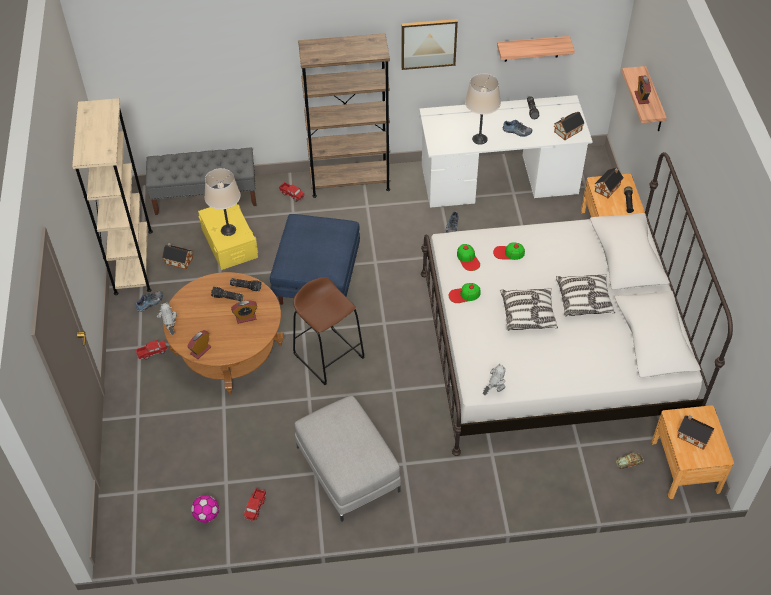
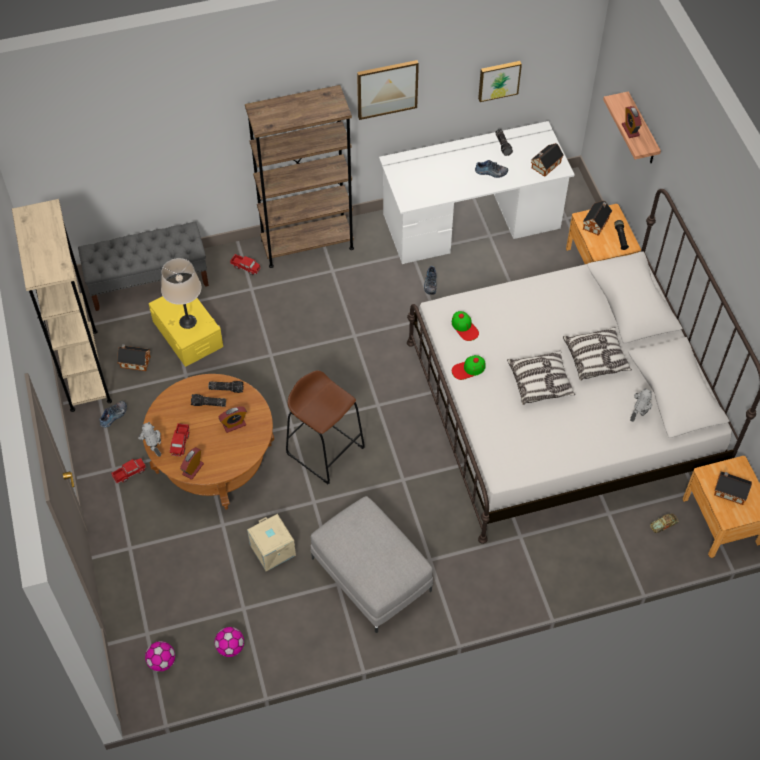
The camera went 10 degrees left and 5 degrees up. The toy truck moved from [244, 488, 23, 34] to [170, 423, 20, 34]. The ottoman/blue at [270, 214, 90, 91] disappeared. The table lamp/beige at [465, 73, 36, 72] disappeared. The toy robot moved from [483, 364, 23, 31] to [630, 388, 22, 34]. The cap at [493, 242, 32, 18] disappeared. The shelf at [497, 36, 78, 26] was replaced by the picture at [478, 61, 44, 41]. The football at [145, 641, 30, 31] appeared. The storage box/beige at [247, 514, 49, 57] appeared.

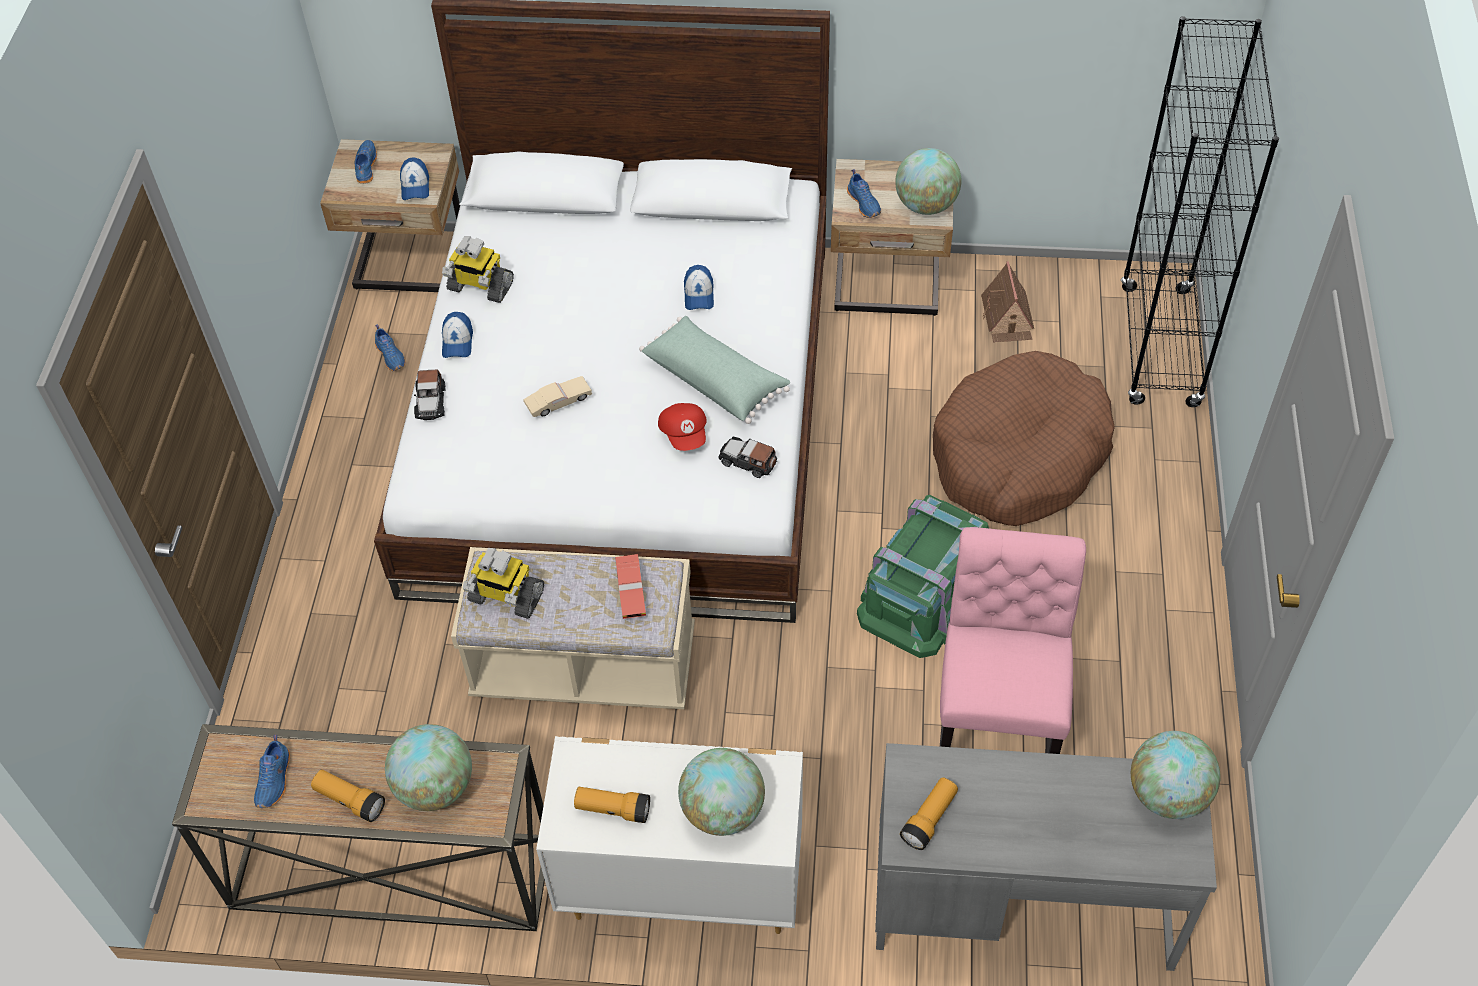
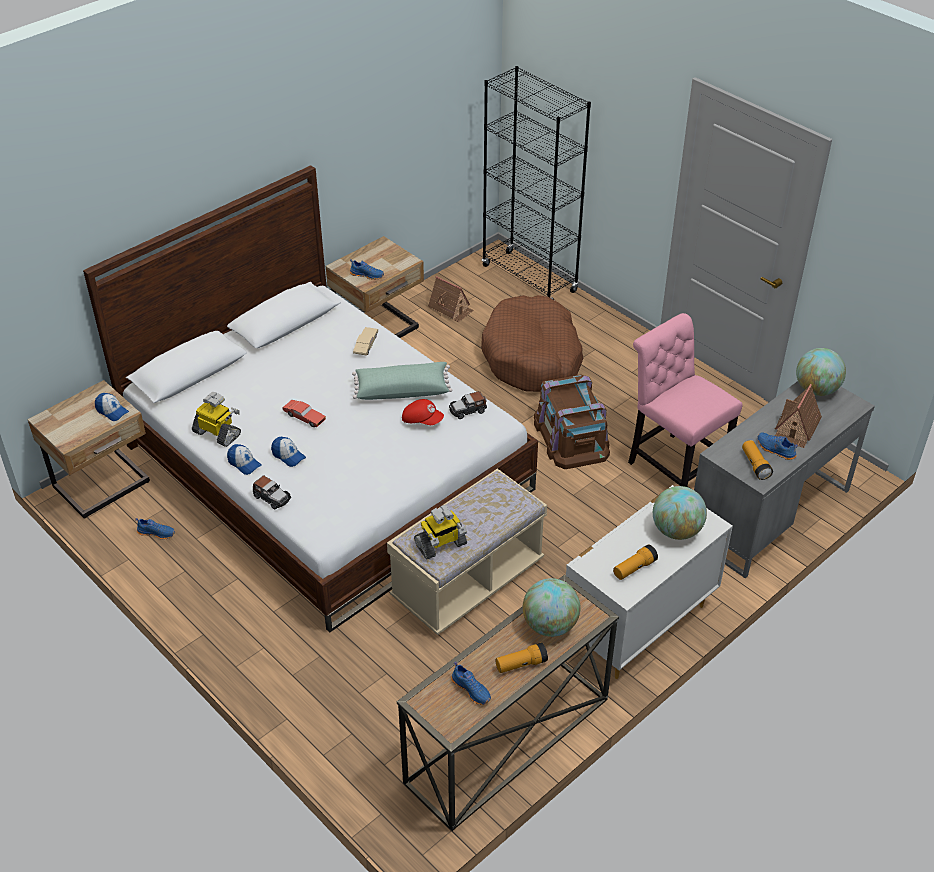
The camera went 50 degrees left and 10 degrees down. The shoe/blue moved from [355, 140, 22, 44] to [757, 432, 41, 28]. The toy robot at [442, 236, 72, 67] turned 120 degrees counterclockwise. The toy car/beige moved from [523, 376, 69, 41] to [353, 327, 25, 29]. The toy car/red moved from [615, 554, 31, 65] to [283, 400, 43, 27]. The cap moved from [684, 265, 30, 45] to [271, 437, 35, 30]. The storage box/green at [857, 495, 132, 163] became the storage box/brown at [534, 375, 76, 94]. The globe at [895, 148, 66, 67] disappeared. The toy house at [775, 384, 47, 64] appeared.

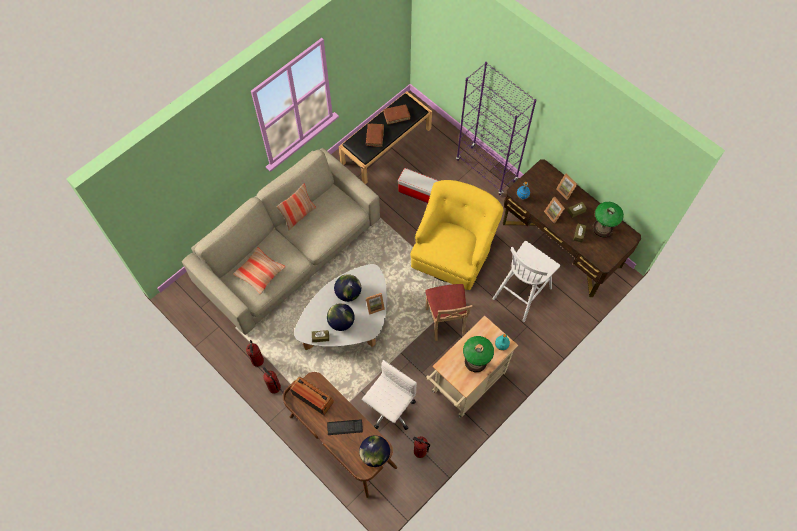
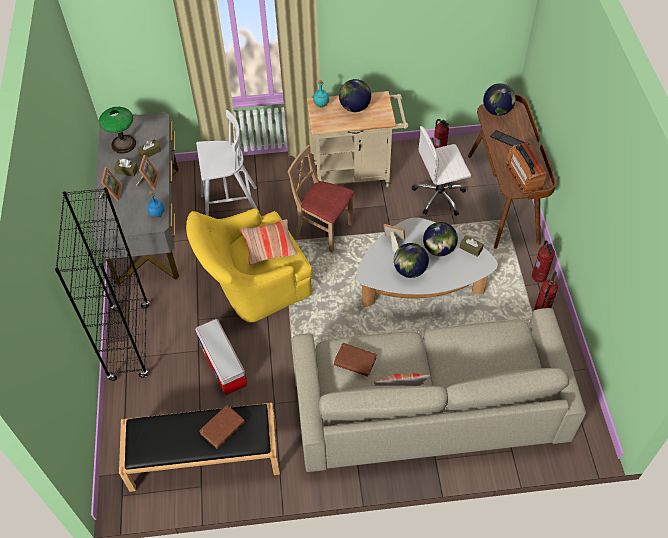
The camera went 140 degrees left and 10 degrees down. The pillow moved from [233, 247, 52, 48] to [240, 219, 57, 46]. The book/brown moved from [383, 104, 27, 21] to [334, 343, 42, 34]. The chair/beige at [425, 284, 48, 57] turned 90 degrees counterclockwise. The bookcase/purple at [456, 62, 81, 133] became the bookcase/black at [55, 187, 94, 194]. The table lamp at [463, 336, 31, 36] was replaced by the globe at [339, 79, 32, 33]. The desk/brown at [503, 159, 138, 138] became the desk/grey at [92, 113, 87, 172].

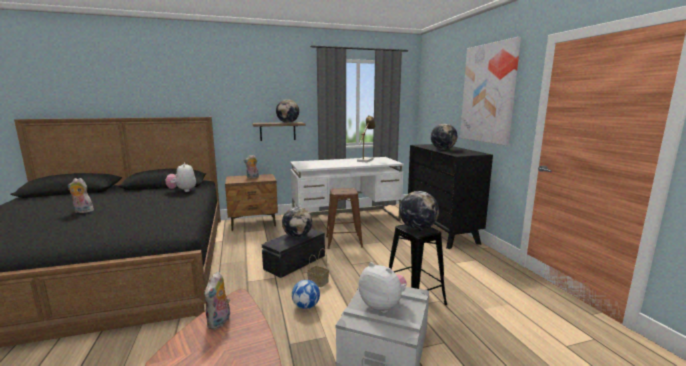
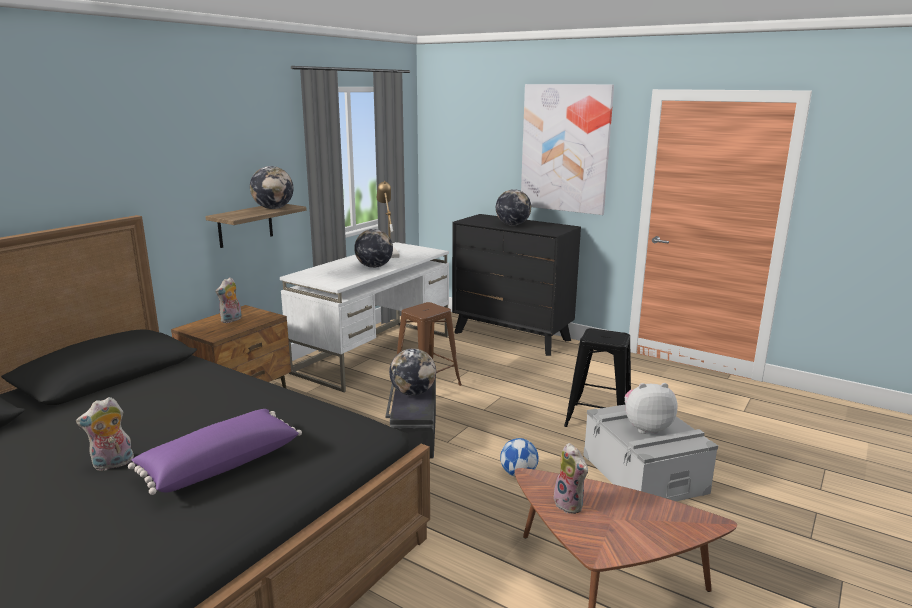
The camera went 40 degrees left and 5 degrees up. The plush toy at [165, 162, 31, 30] disappeared. The basket at [307, 248, 22, 40] disappeared. The globe moved from [399, 191, 40, 39] to [354, 229, 39, 39]. The pillow/purple at [128, 409, 174, 86] appeared.

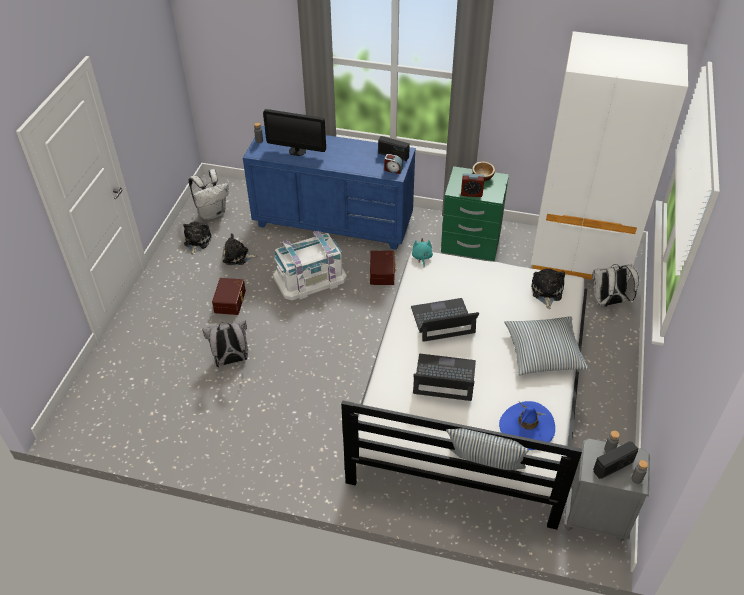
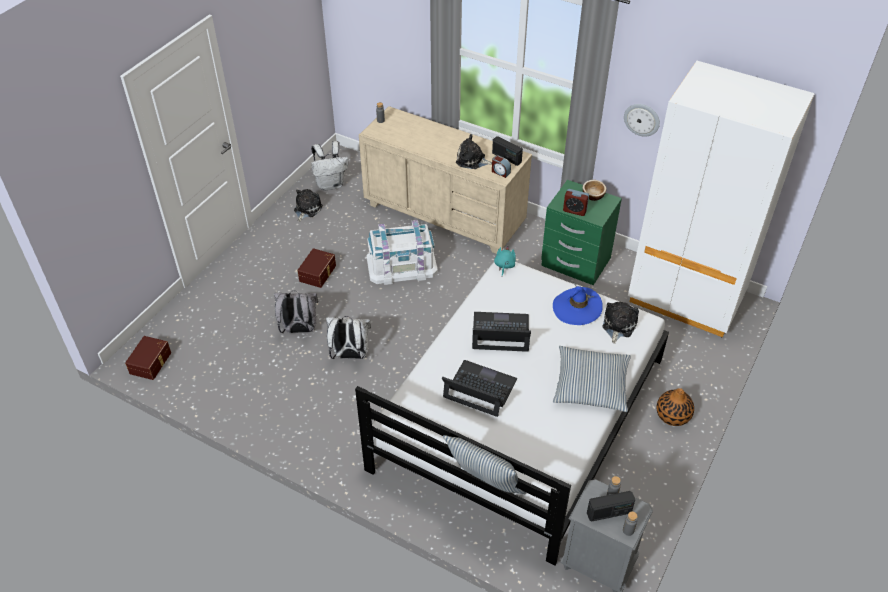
The camera went 15 degrees right and 0 degrees up. The plush toy moved from [223, 233, 35, 32] to [456, 134, 36, 35]. The dresser/blue at [243, 126, 173, 124] became the dresser/beige at [359, 106, 173, 148]. The monitor at [263, 109, 63, 47] disappeared. The storage box/brown moved from [370, 251, 27, 34] to [125, 336, 46, 44]. The hat/blue moved from [499, 401, 56, 49] to [553, 283, 50, 42]. The backpack/white moved from [592, 264, 47, 43] to [326, 316, 45, 43]. The wall clock at [624, 104, 36, 33] appeared. The vase at [656, 388, 38, 38] appeared.

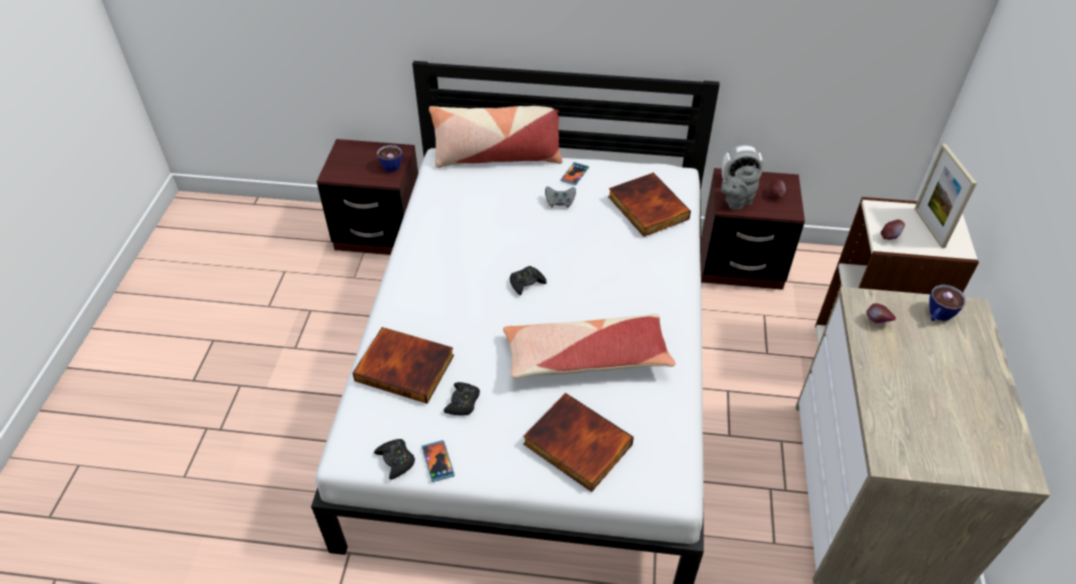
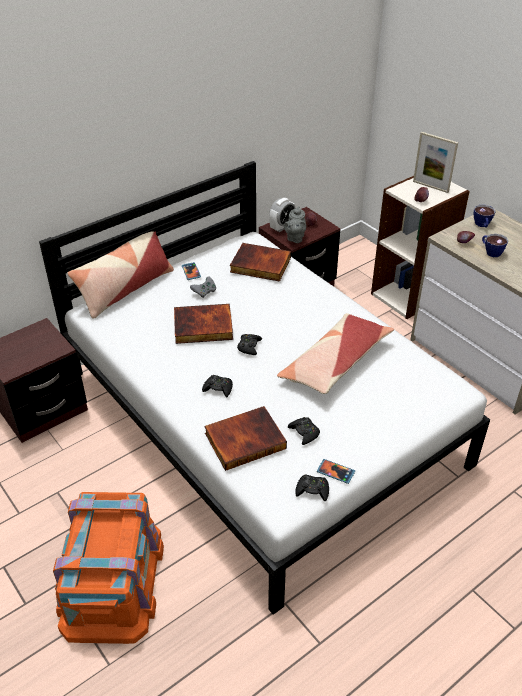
The camera went 45 degrees left and 5 degrees down. The cup moved from [377, 145, 25, 27] to [482, 234, 26, 23]. The book moved from [523, 393, 111, 99] to [174, 304, 59, 40]. The storage box/orange at [53, 492, 111, 152] appeared. The game controller/black at [202, 375, 31, 23] appeared.

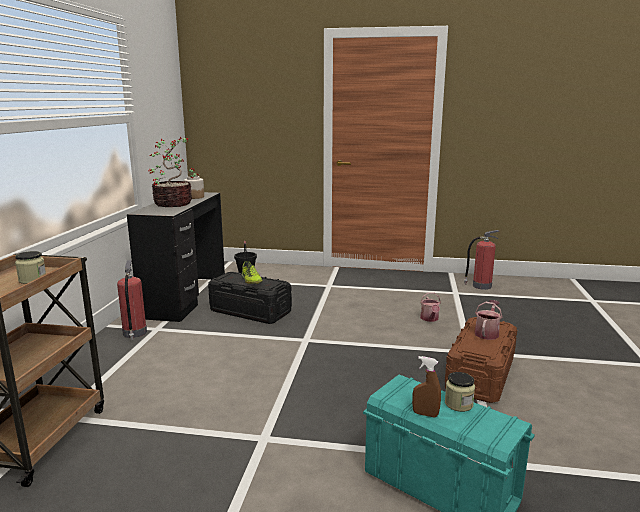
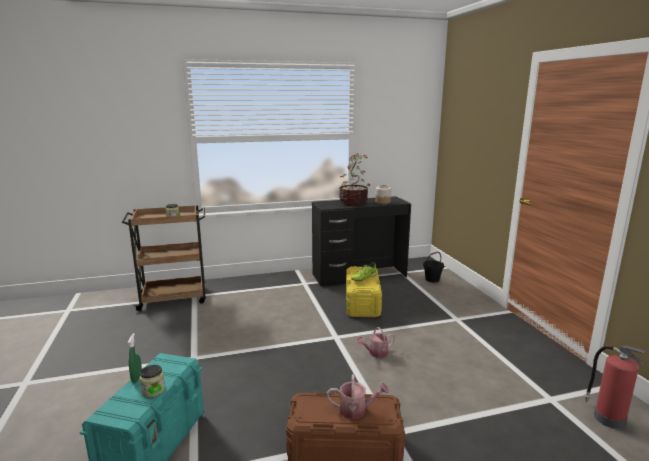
The camera went 65 degrees right and 0 degrees up. The fire extinguisher at [117, 260, 30, 80] disappeared. The storage box/black at [208, 272, 84, 52] became the storage box/yellow at [346, 266, 36, 51]. The spray bottle/brown at [412, 356, 29, 62] became the spray bottle/green at [128, 333, 14, 50]. The watering can moved from [420, 293, 21, 29] to [357, 327, 38, 31].

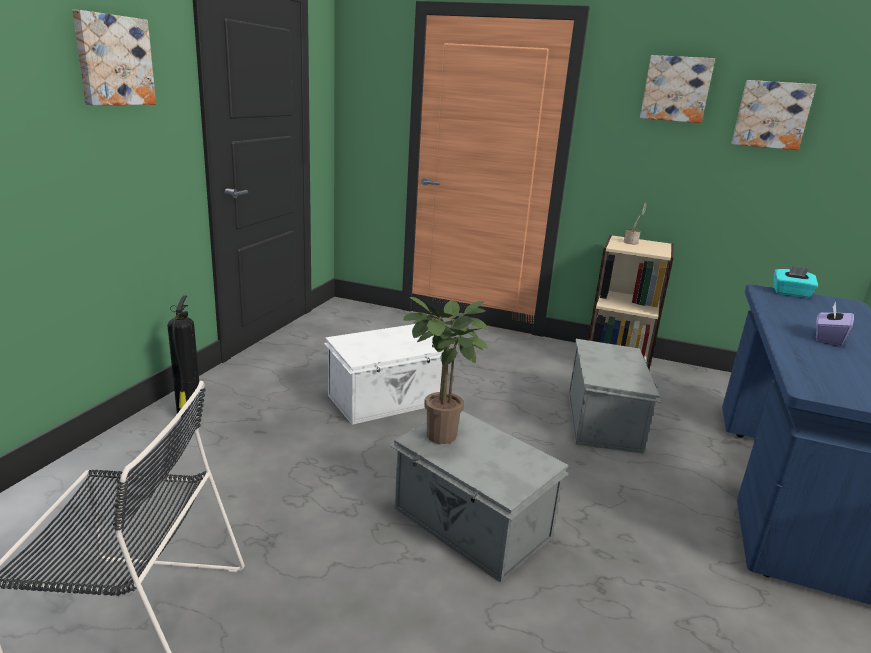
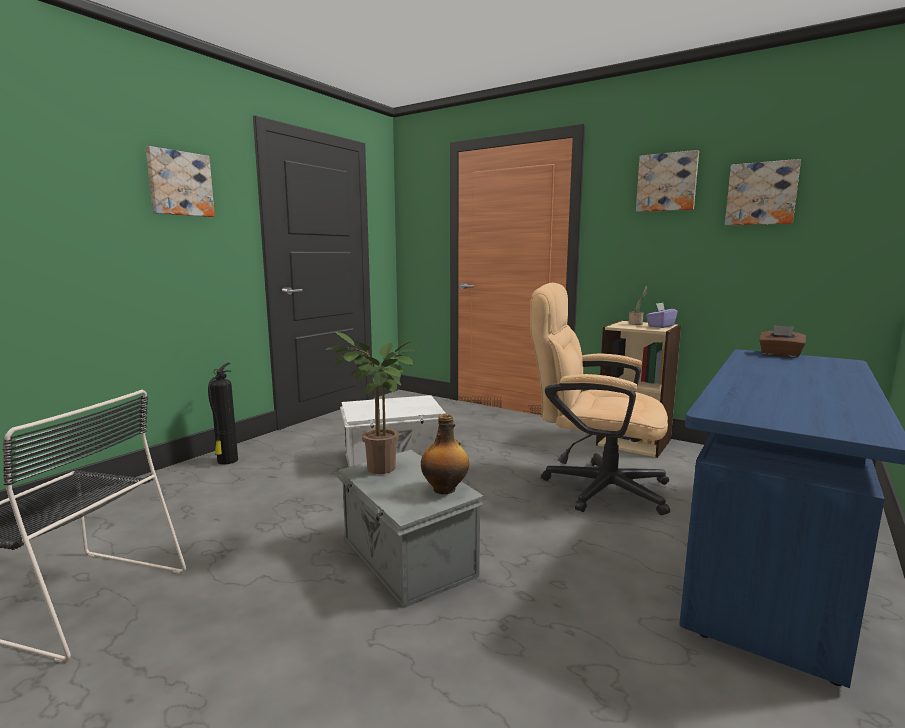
The camera went 15 degrees right and 10 degrees down. The storage box/grey at [569, 339, 93, 114] was replaced by the office chair/beige at [530, 283, 140, 232]. The tissue box/turquoise at [774, 266, 44, 32] became the tissue box/brown at [759, 325, 47, 33]. The tissue box/purple moved from [816, 302, 38, 44] to [646, 303, 32, 25]. The bottle at [421, 414, 48, 80] appeared.

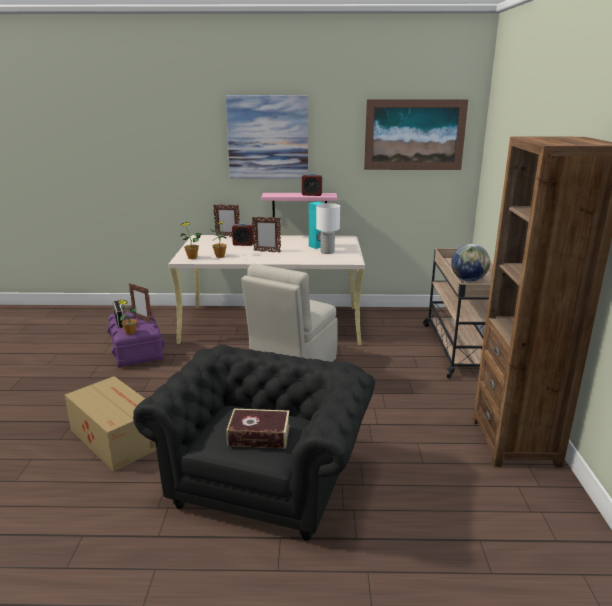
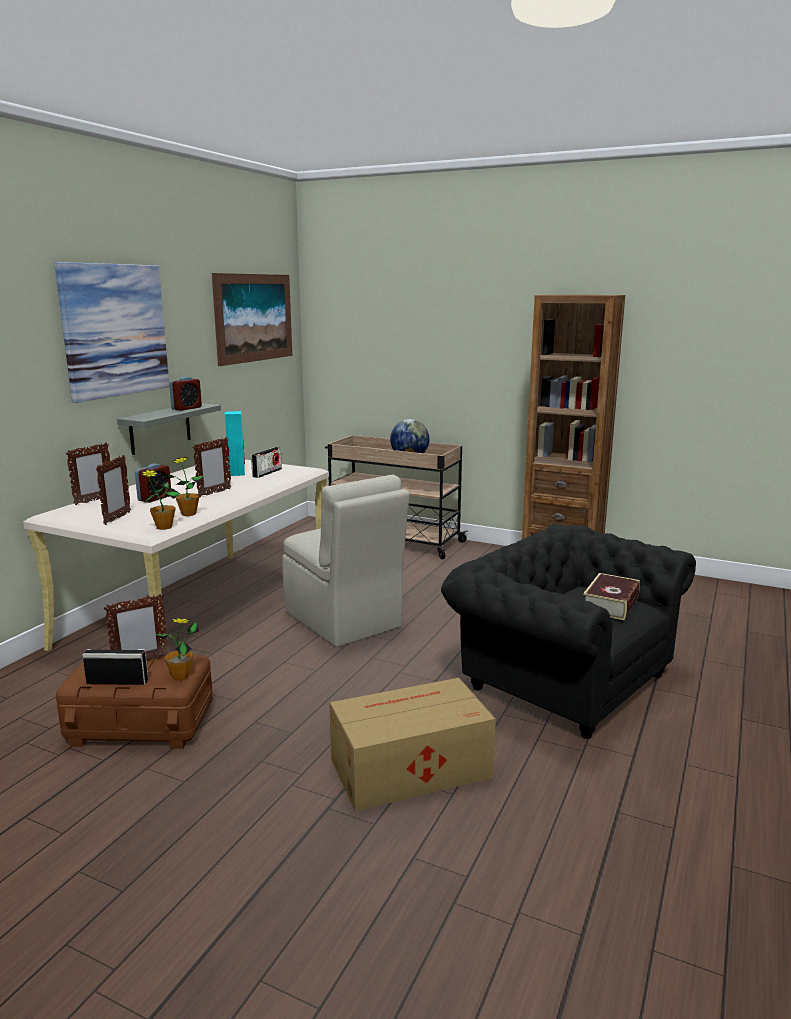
The camera went 65 degrees left and 5 degrees down. The storage box/purple at [107, 310, 58, 58] became the storage box/brown at [56, 654, 157, 95]. The shelf/pink at [261, 193, 76, 24] became the shelf/grey at [117, 403, 104, 52]. The table lamp/white at [316, 203, 24, 51] was replaced by the radio at [251, 447, 31, 31]. The picture frame at [96, 455, 35, 70] appeared.

